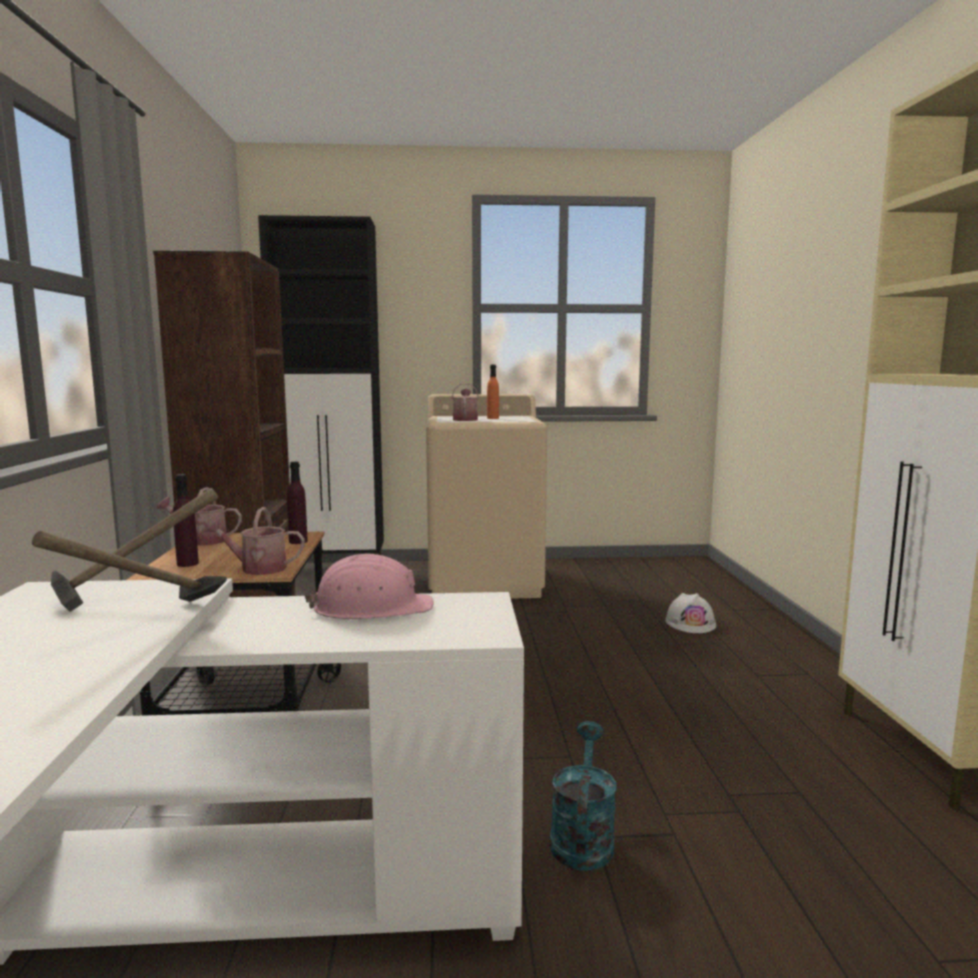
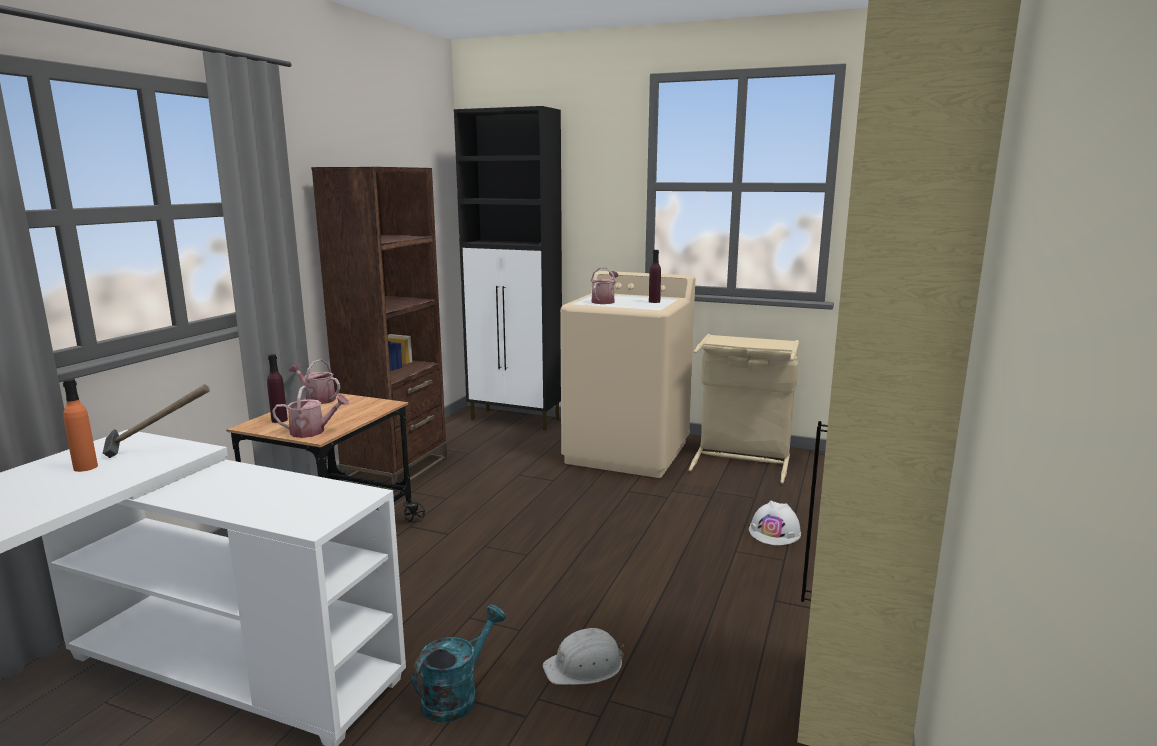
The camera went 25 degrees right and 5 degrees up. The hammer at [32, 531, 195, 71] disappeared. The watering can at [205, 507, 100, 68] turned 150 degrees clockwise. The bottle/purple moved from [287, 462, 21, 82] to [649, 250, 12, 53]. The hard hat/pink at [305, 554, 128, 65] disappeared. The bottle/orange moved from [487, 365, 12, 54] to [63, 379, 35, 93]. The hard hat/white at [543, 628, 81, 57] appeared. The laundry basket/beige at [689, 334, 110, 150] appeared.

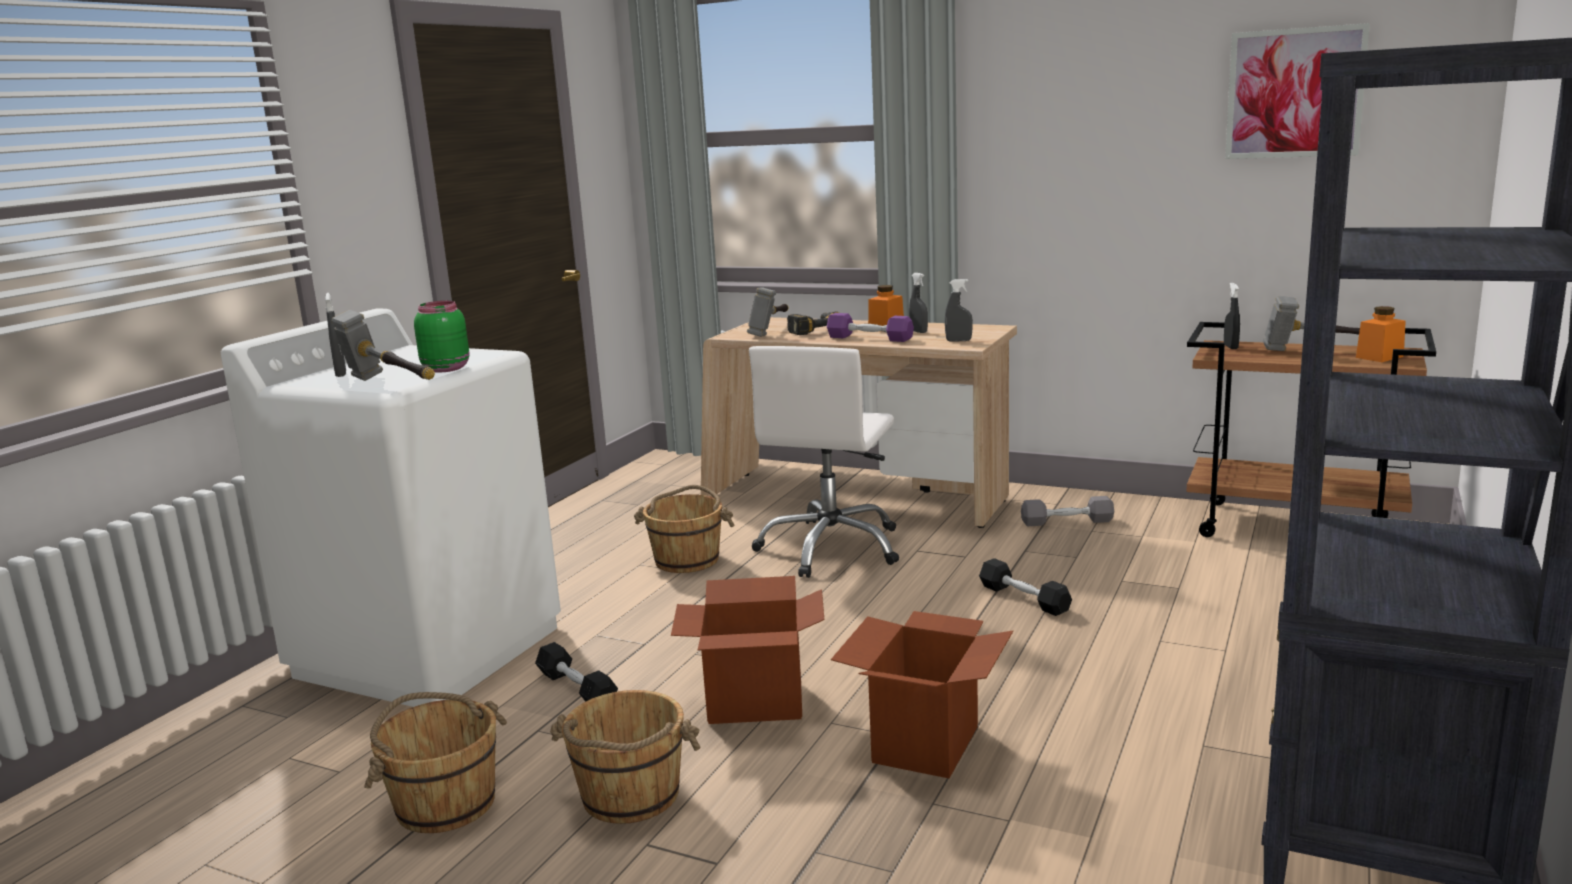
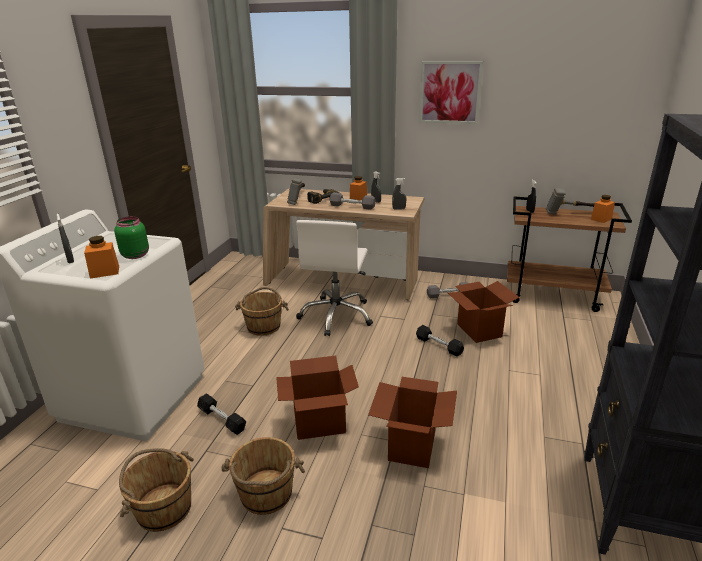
The camera went 10 degrees left and 10 degrees up. The hammer at [331, 310, 104, 71] was replaced by the jar/orange at [84, 236, 35, 43]. The dumbbell/purple at [827, 313, 87, 29] became the dumbbell/grey at [330, 192, 46, 18]. The picture moved from [1225, 23, 145, 136] to [419, 61, 64, 63]. The cardboard box at [448, 281, 72, 62] appeared.

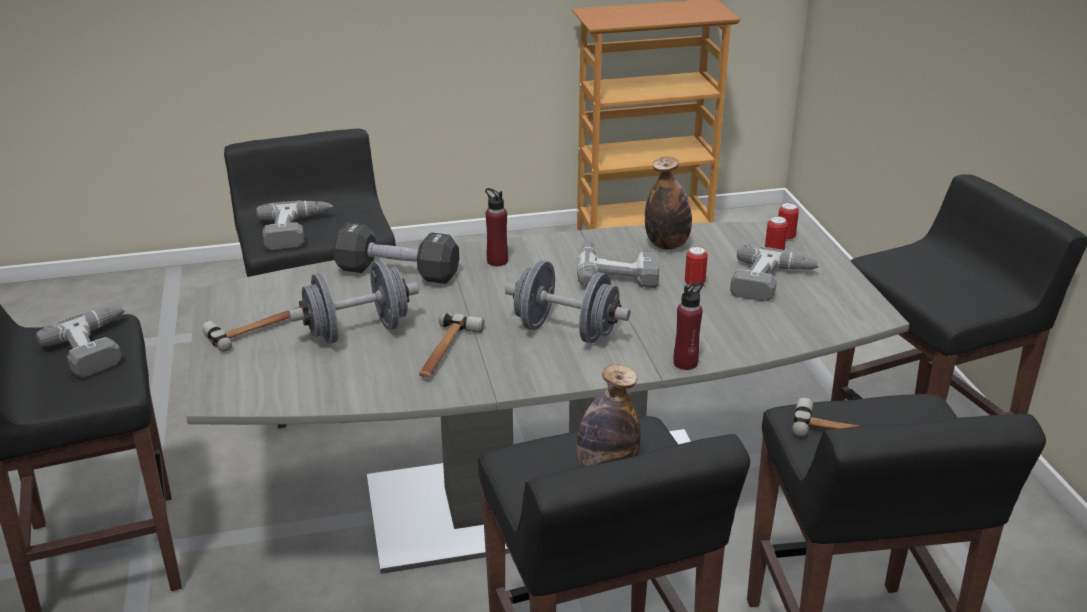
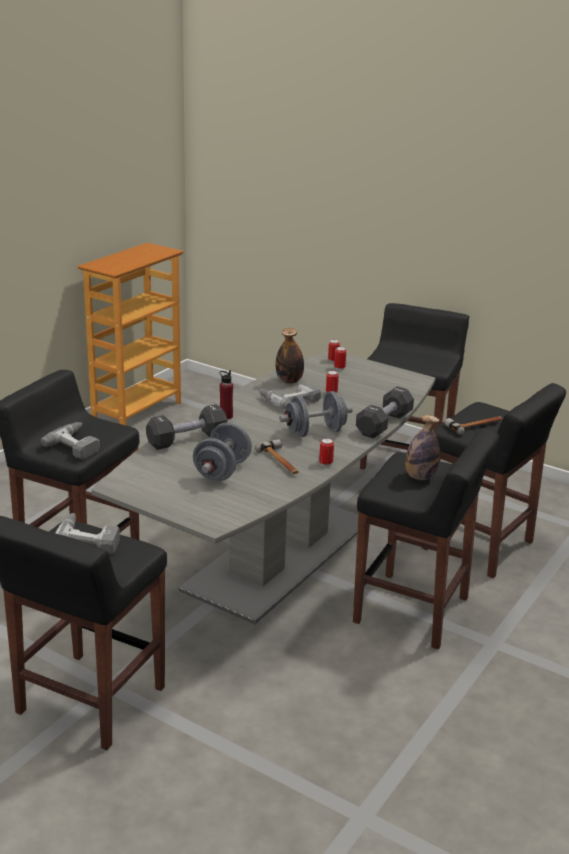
The camera went 45 degrees left and 5 degrees down. The hammer at [202, 307, 98, 45] disappeared. The bottle/red at [673, 282, 31, 88] was replaced by the dumbbell/black at [356, 386, 58, 52]. The power drill at [730, 245, 90, 56] disappeared. The can at [319, 438, 15, 28] appeared.

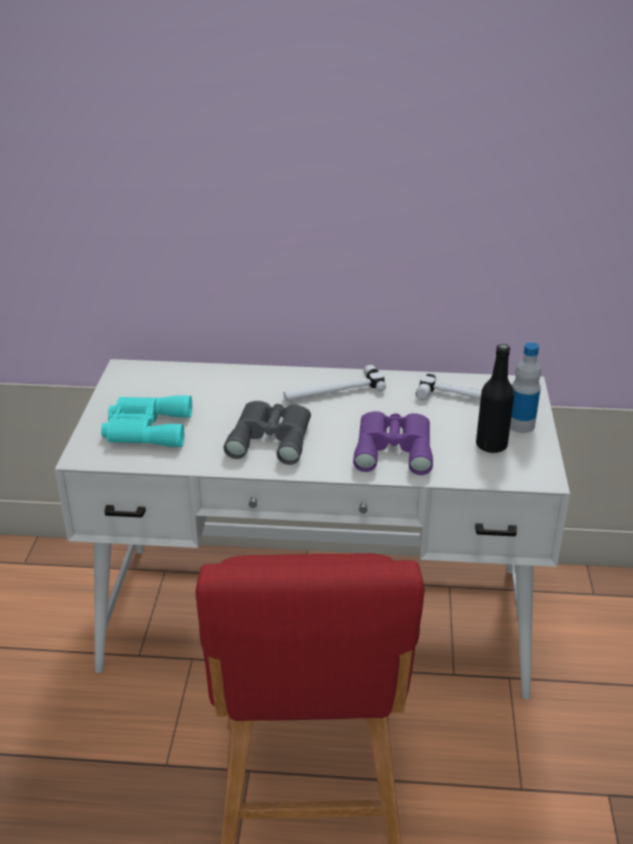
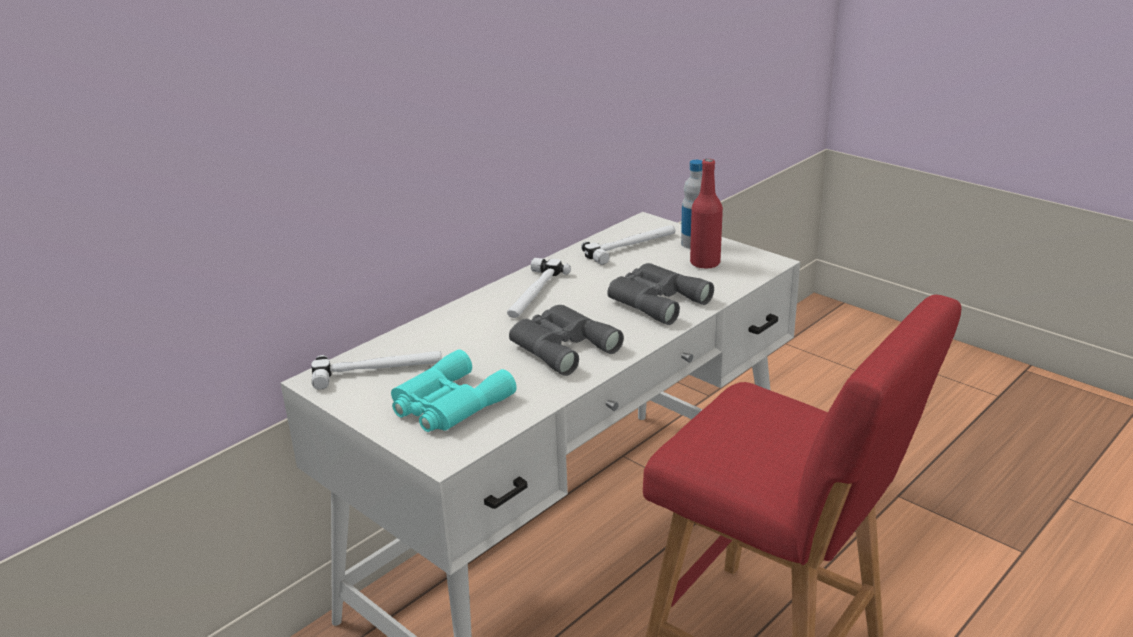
The camera went 50 degrees left and 5 degrees down. The binoculars/purple at [353, 411, 80, 64] became the binoculars/grey at [607, 263, 107, 62]. The bottle/black at [476, 344, 38, 109] became the bottle/red at [690, 159, 33, 110]. The hammer at [311, 351, 131, 39] appeared.

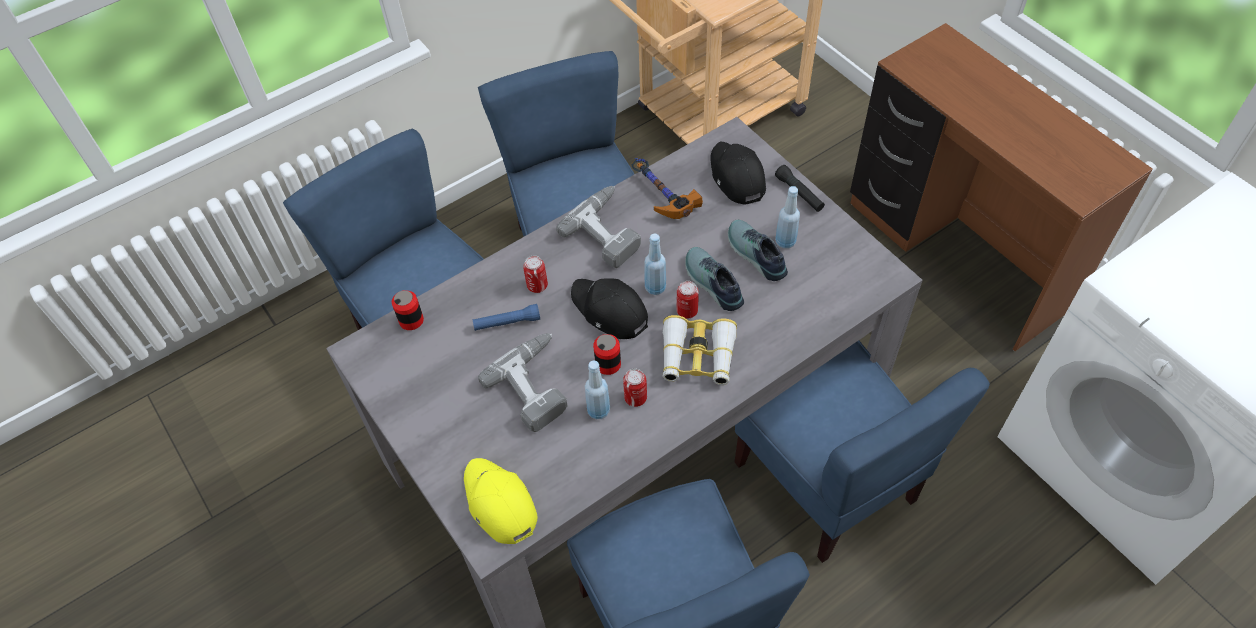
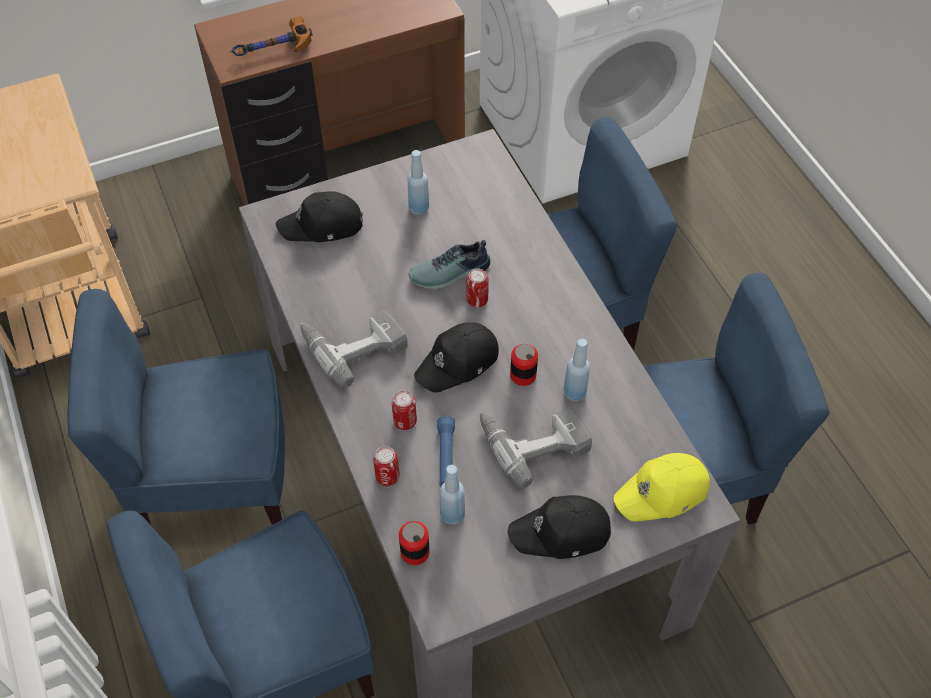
The camera went 80 degrees left and 0 degrees up. The can moved from [623, 369, 24, 38] to [373, 446, 27, 40]. The hammer moved from [631, 158, 72, 61] to [230, 16, 82, 40]. The bottle/blue moved from [644, 234, 22, 61] to [440, 465, 25, 59]. The binoculars at [663, 315, 74, 70] disappeared. The shoe at [728, 220, 60, 61] disappeared. The flashlight/black at [775, 165, 50, 47] disappeared. The cap/black at [507, 495, 104, 64] appeared.

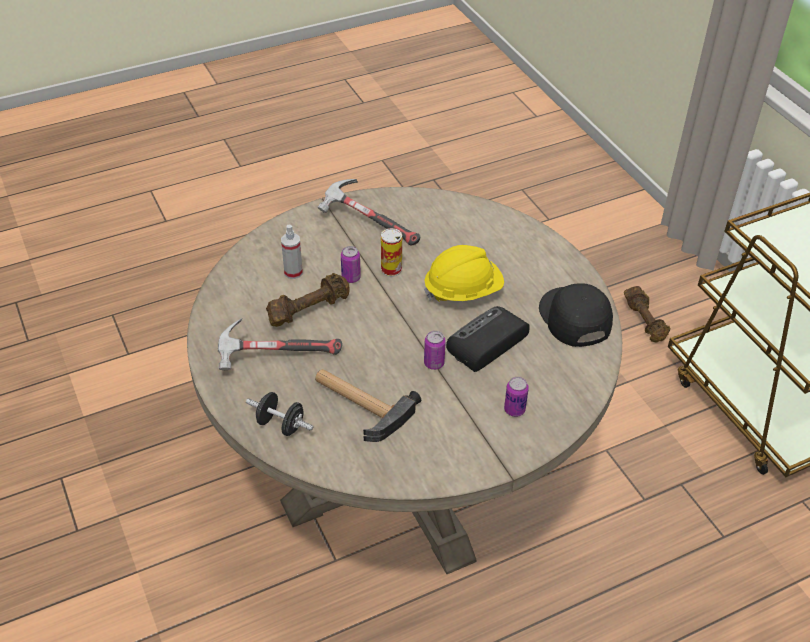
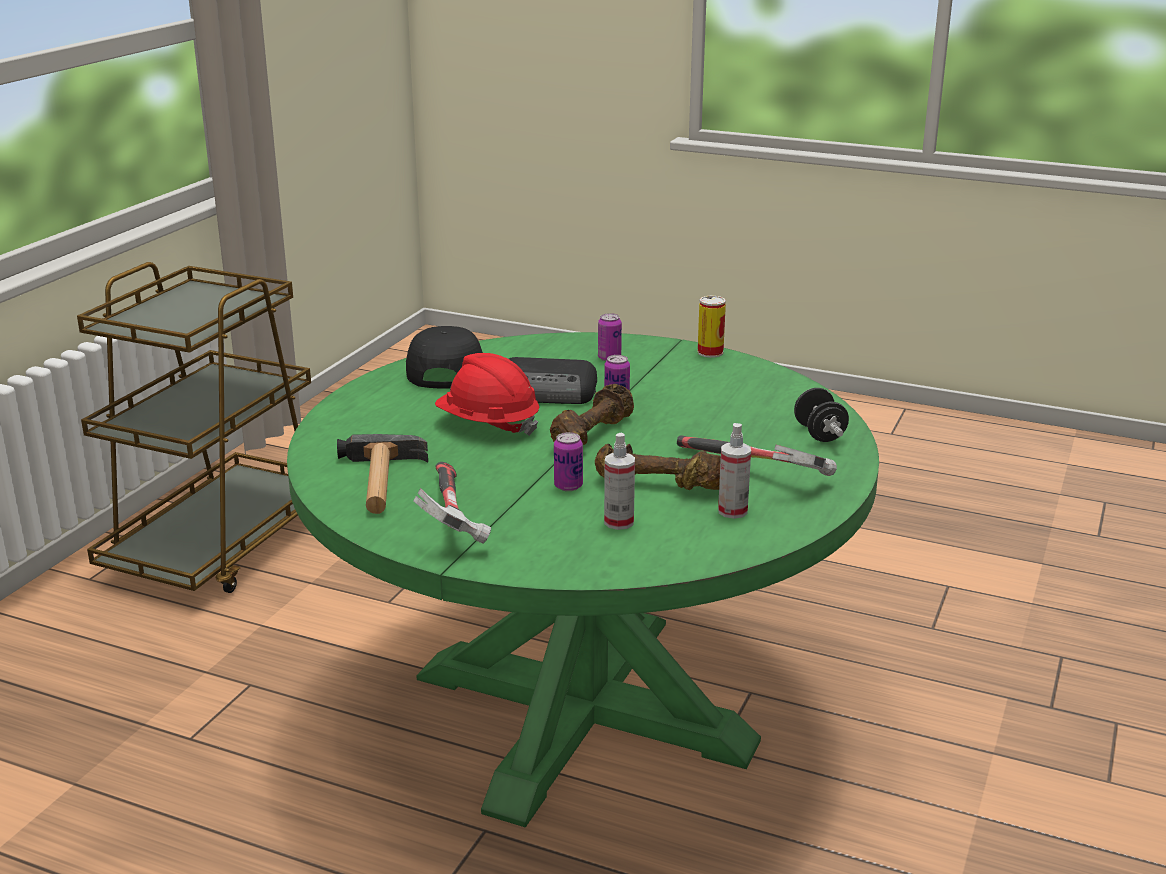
The camera went 130 degrees left and 20 degrees down. The dining table/beige at [187, 187, 435, 387] became the dining table/green at [287, 332, 592, 496]. The hammer moved from [315, 369, 106, 73] to [337, 434, 91, 80]. The can moved from [381, 228, 21, 49] to [698, 296, 28, 62]. The hard hat/yellow at [424, 245, 80, 57] became the hard hat/red at [435, 353, 104, 83]. The cap/black at [539, 283, 74, 64] turned 150 degrees clockwise. The dumbbell/brown moved from [624, 286, 47, 57] to [550, 384, 84, 61]. The spray bottle at [718, 423, 33, 96] appeared.

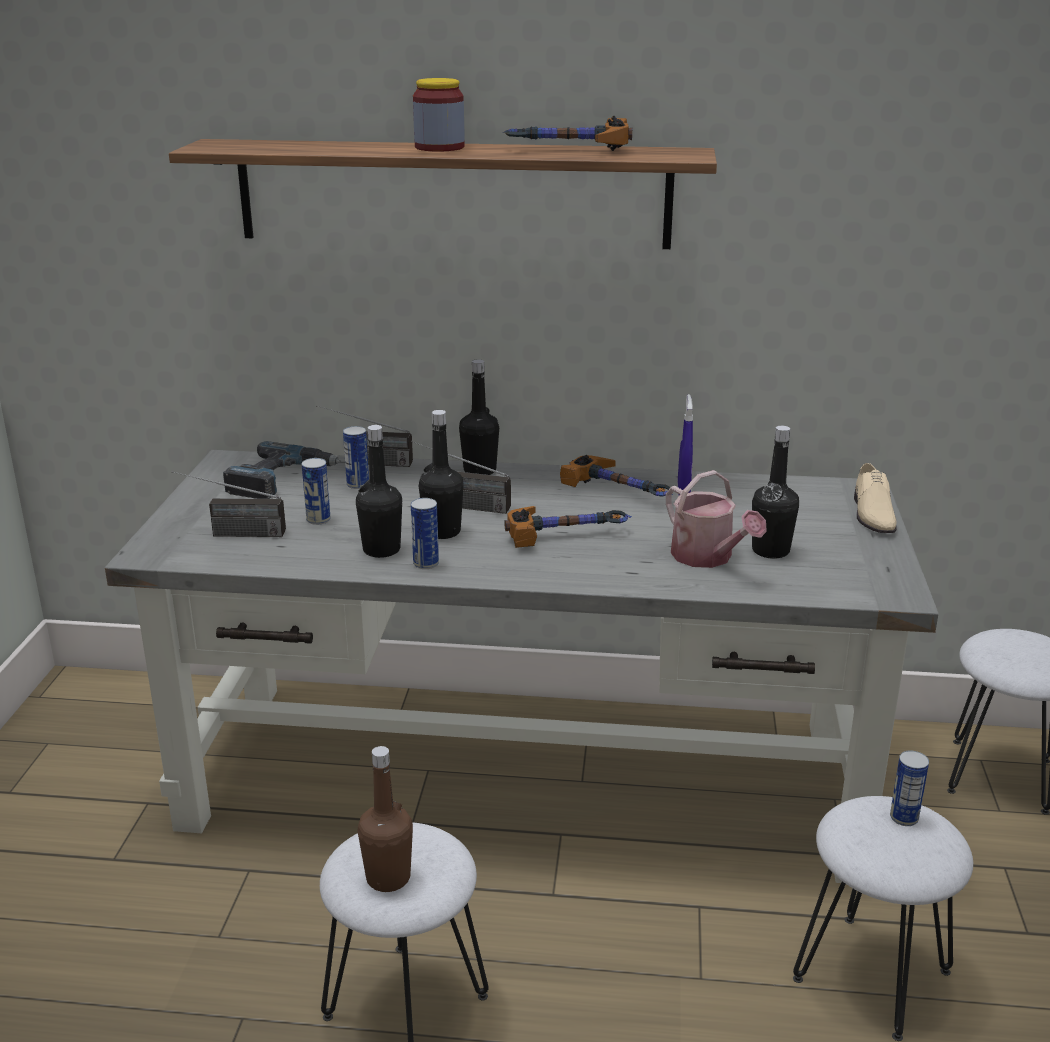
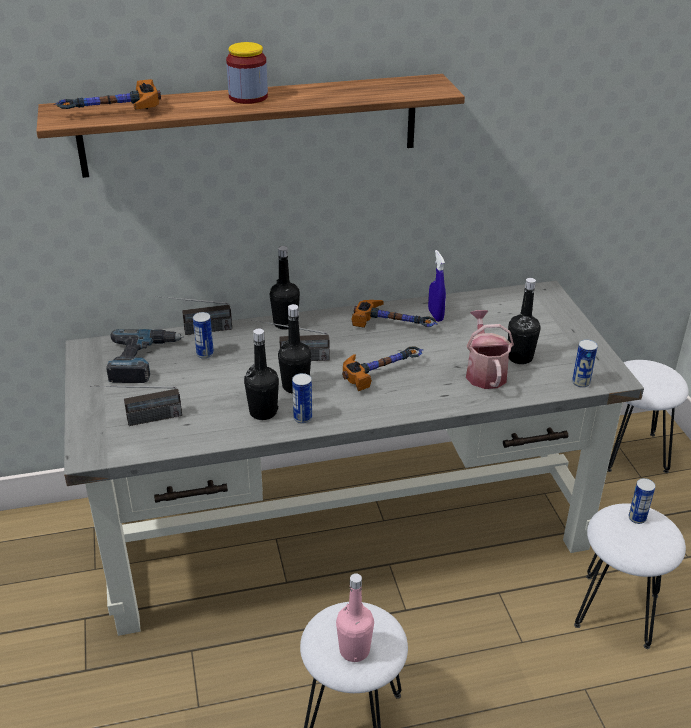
The camera went 20 degrees left and 10 degrees up. The can moved from [302, 458, 29, 67] to [572, 339, 26, 49]. The bottle/brown at [358, 746, 55, 146] became the bottle/pink at [336, 573, 38, 89]. The hammer moved from [503, 116, 130, 35] to [54, 79, 107, 30]. The watering can at [666, 470, 101, 98] turned 135 degrees counterclockwise. The shoe/beige at [854, 463, 43, 70] disappeared.

